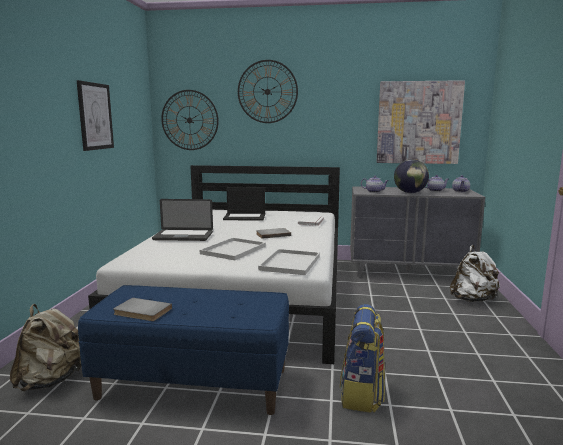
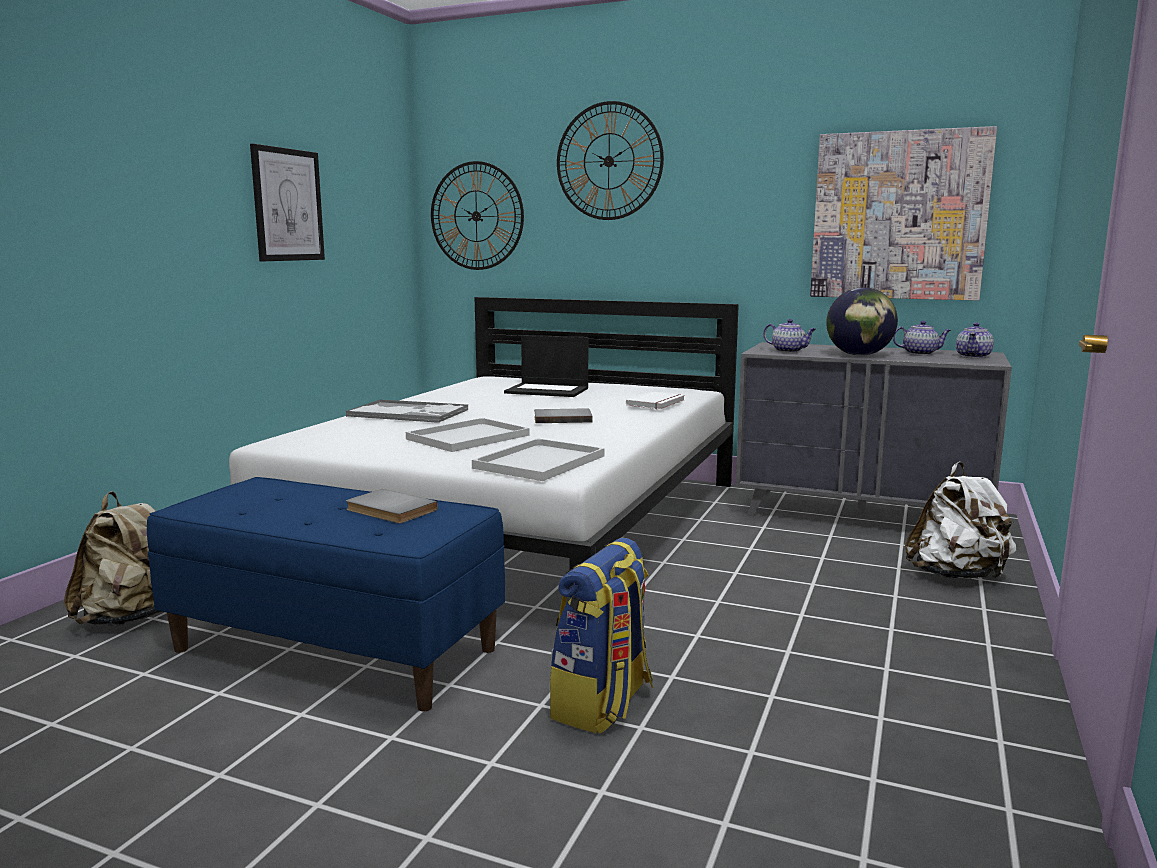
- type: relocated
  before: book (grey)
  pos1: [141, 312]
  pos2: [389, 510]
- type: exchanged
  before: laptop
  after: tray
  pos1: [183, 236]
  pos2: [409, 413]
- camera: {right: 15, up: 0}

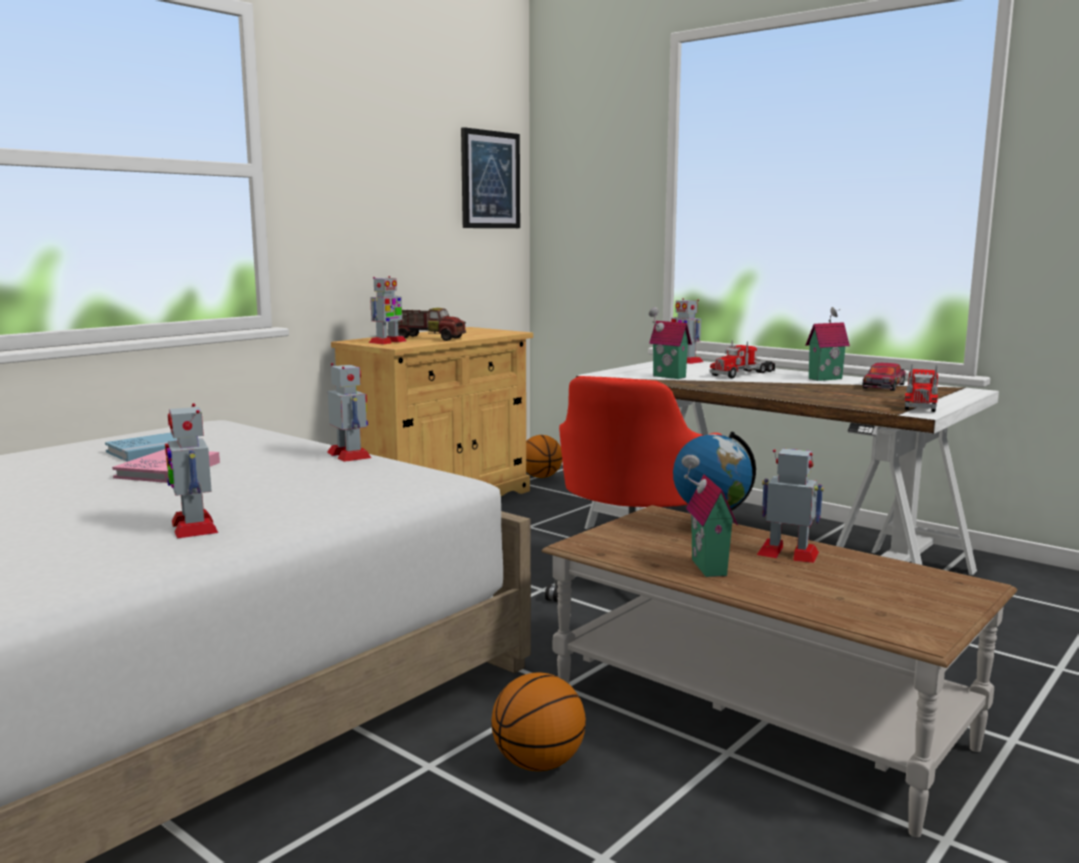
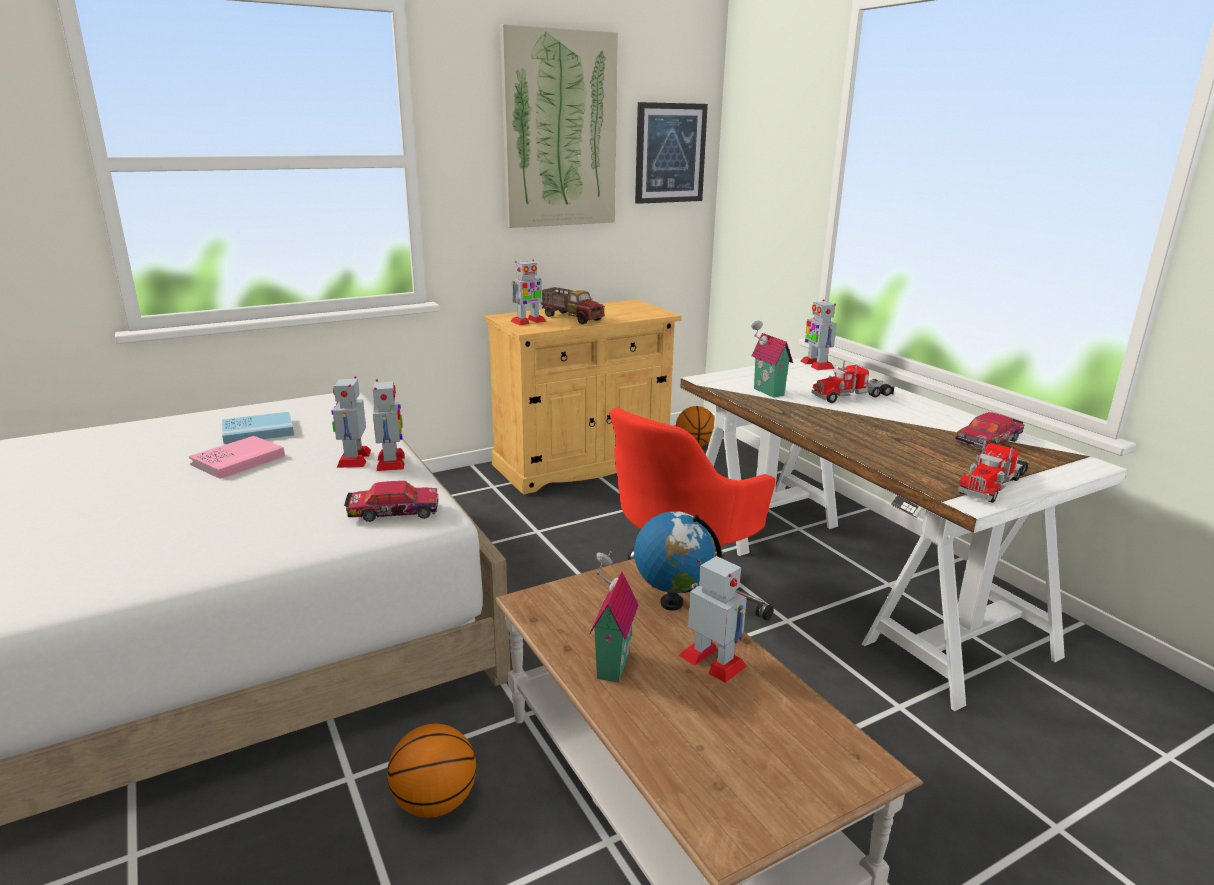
- type: missing
  before: toy house
  pos1: [824, 378]
- type: appeared
  after: toy car
  pos2: [393, 512]
- type: appeared
  after: picture
  pos2: [560, 130]
- type: relocated
  before: toy robot
  pos1: [193, 527]
  pos2: [354, 458]
- camera: {right: 20, up: 10}

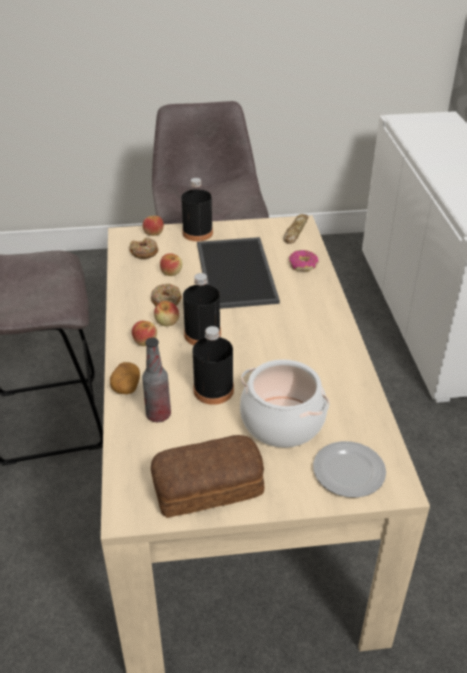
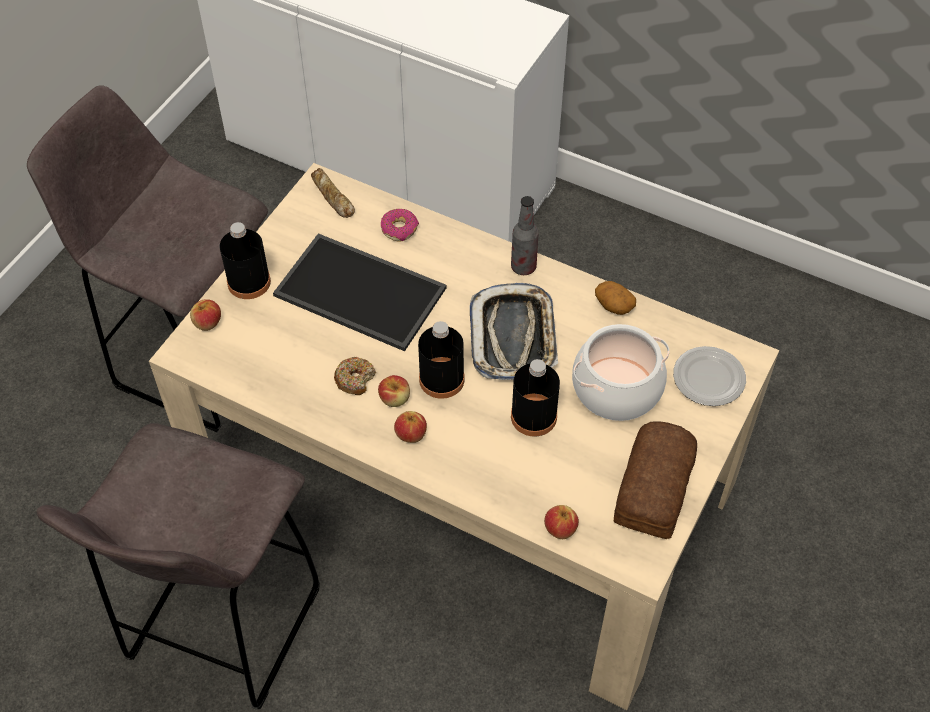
- type: missing
  before: donut
  pos1: [144, 252]
- type: appeared
  after: tray
  pos2: [514, 337]
- type: relocated
  before: potato
  pos1: [125, 386]
  pos2: [613, 305]
- type: relocated
  before: bottle
  pos1: [158, 415]
  pos2: [523, 267]
- type: relocated
  before: apple
  pos1: [171, 272]
  pos2: [560, 528]
- camera: {right: -55, up: 15}

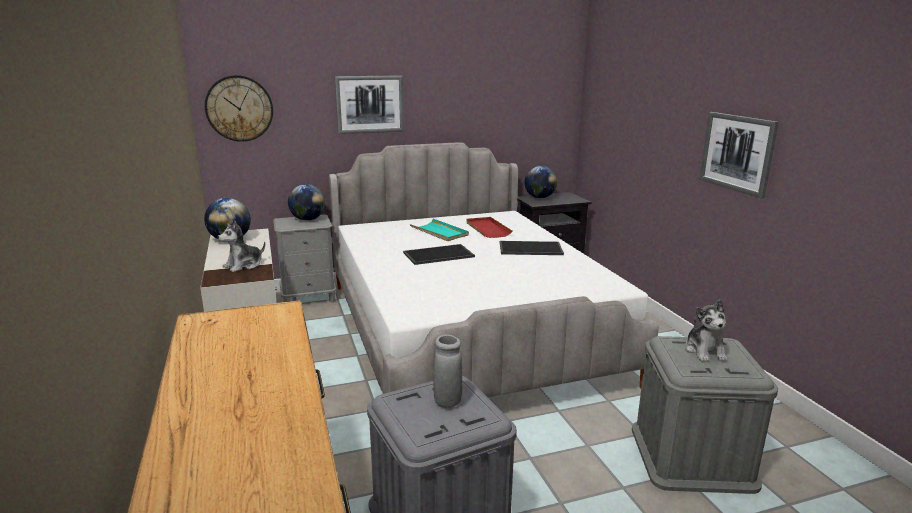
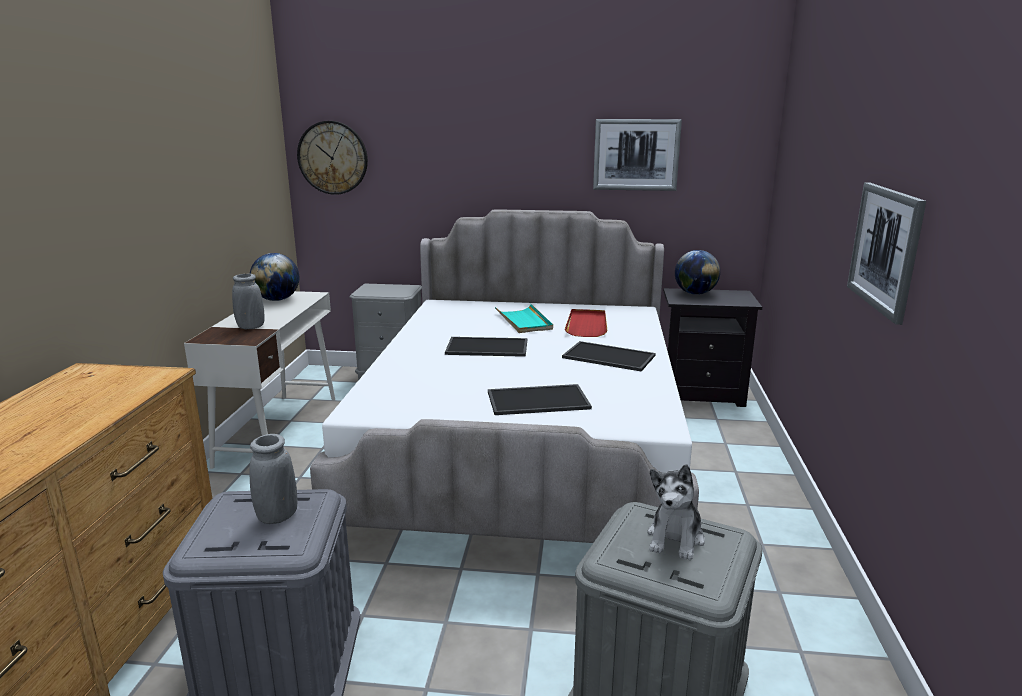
- type: missing
  before: globe
  pos1: [308, 219]
- type: appeared
  after: tray
  pos2: [538, 399]
- type: relocated
  before: picture
  pos1: [370, 104]
  pos2: [636, 155]
- type: exchanged
  before: plush toy
  after: vase (grey)
  pos1: [244, 265]
  pos2: [251, 327]
- camera: {right: 25, up: 0}

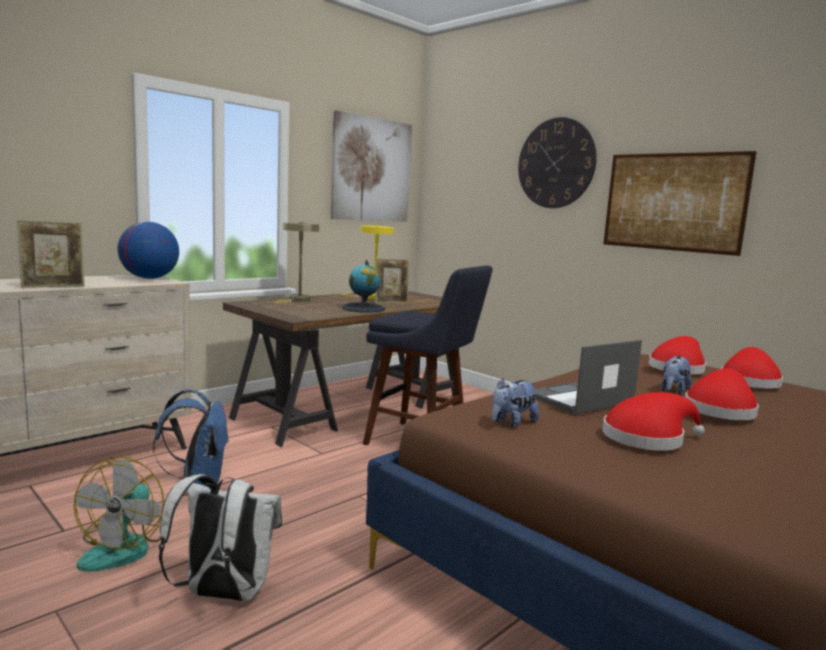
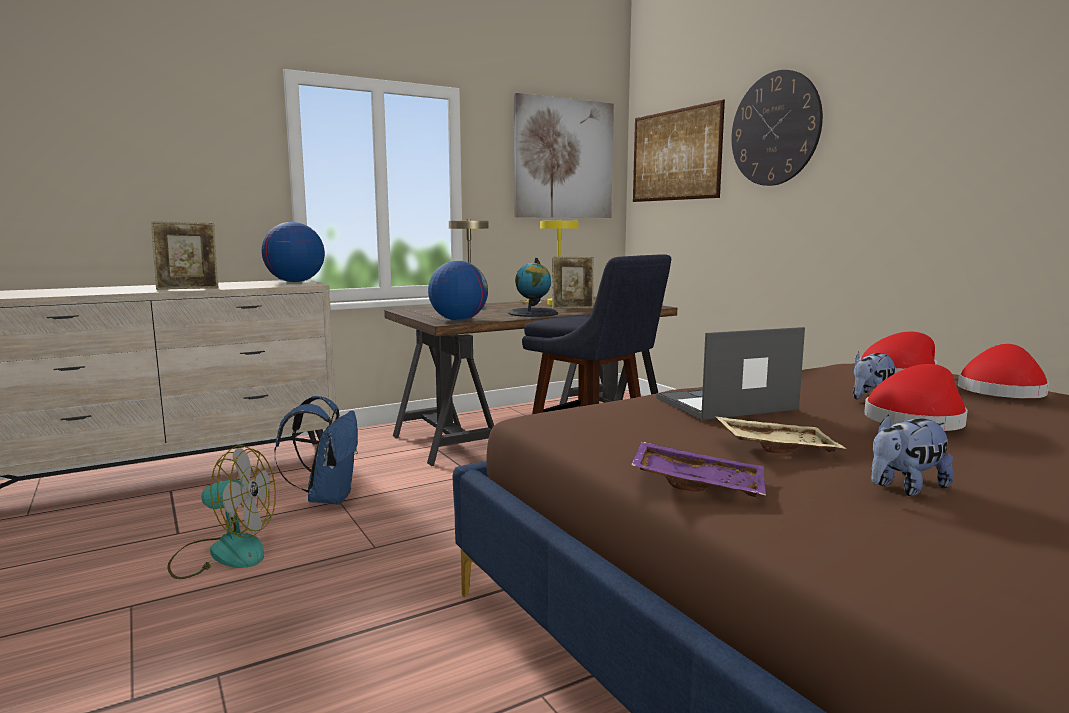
- type: missing
  before: backpack (white)
  pos1: [223, 594]
- type: appeared
  after: globe
  pos2: [458, 320]
- type: appeared
  after: tray (purple)
  pos2: [698, 483]
- type: relocated
  before: plush toy
  pos1: [512, 423]
  pos2: [905, 488]
- type: relocated
  before: picture
  pos1: [673, 202]
  pos2: [675, 155]
- type: exchanged
  before: hat (red)
  after: tray (beige)
  pos1: [647, 438]
  pos2: [776, 447]
- type: spun
  before: fan
  pos1: [124, 547]
  pos2: [223, 553]
  turn: -105
- camera: {right: 15, up: 0}

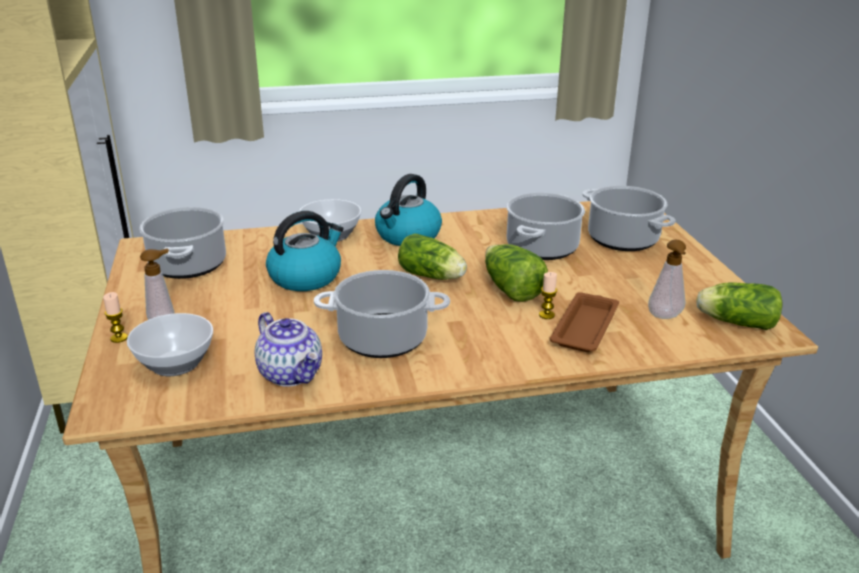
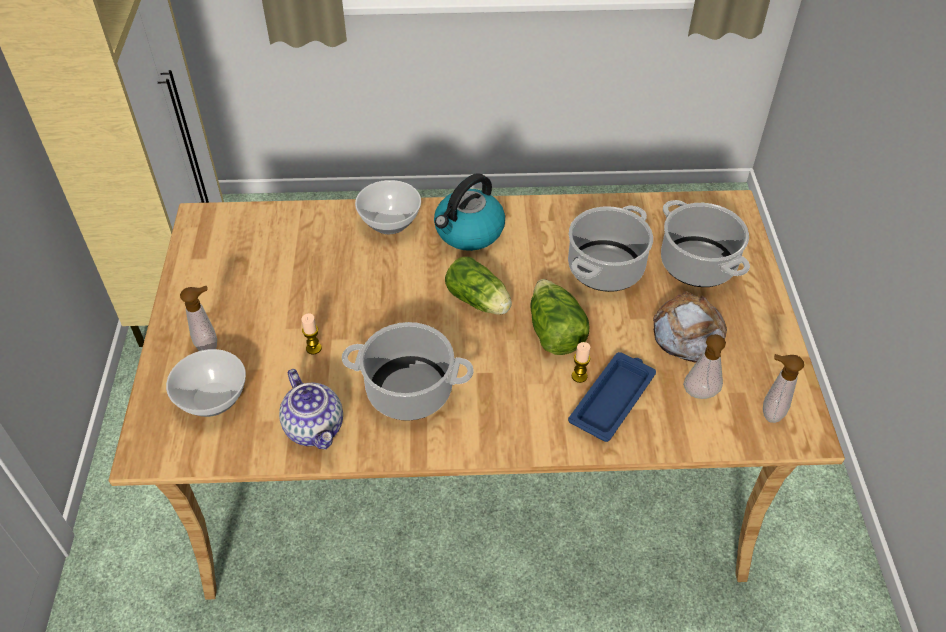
- type: missing
  before: cooking pot
  pos1: [189, 265]
- type: missing
  before: kettle
  pos1: [306, 276]
- type: appeared
  after: bread
  pos2: [687, 333]
- type: relocated
  before: candle
  pos1: [119, 338]
  pos2: [313, 348]
- type: exchanged
  before: lettuce
  after: soap dispenser
  pos1: [734, 322]
  pos2: [769, 412]
- type: colour
  before: tray (brown)
  after: tray (blue)
  pos1: [585, 327]
  pos2: [613, 399]
- camera: {right: 10, up: 20}

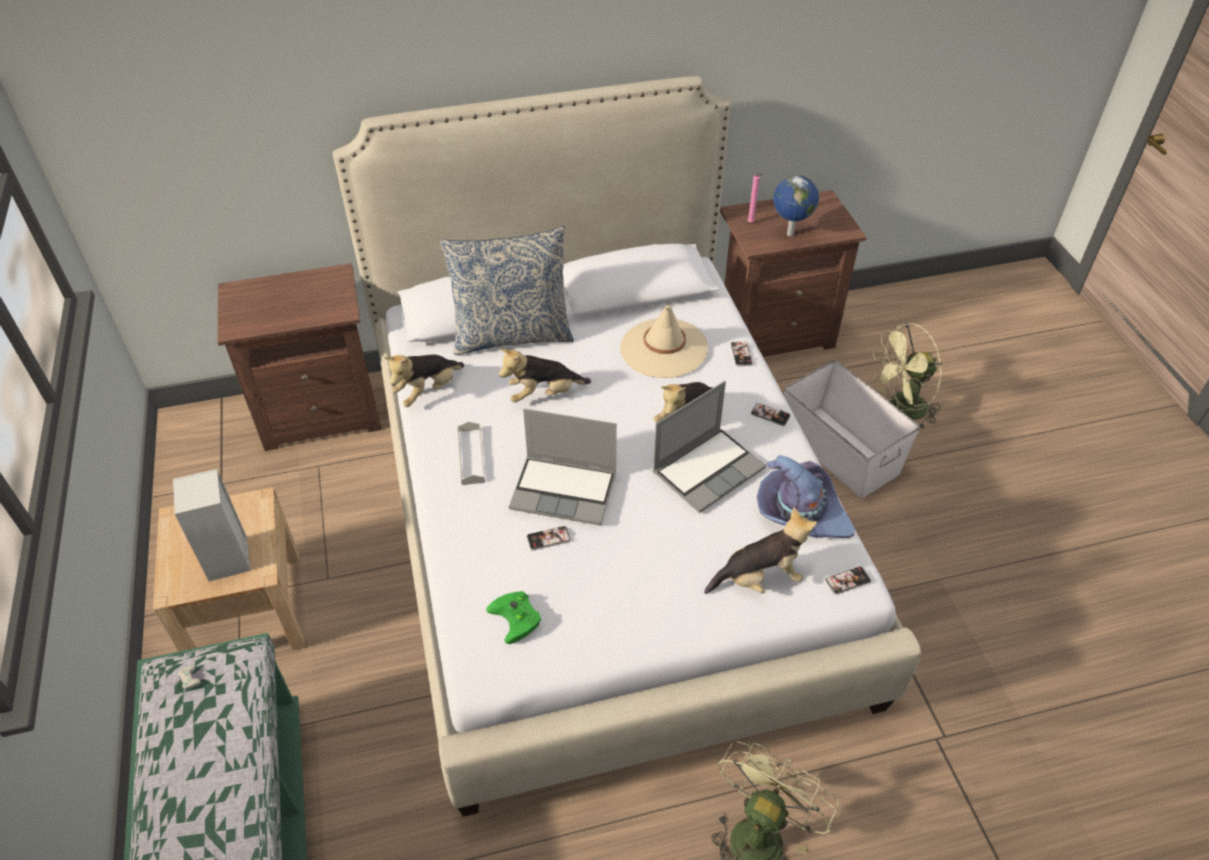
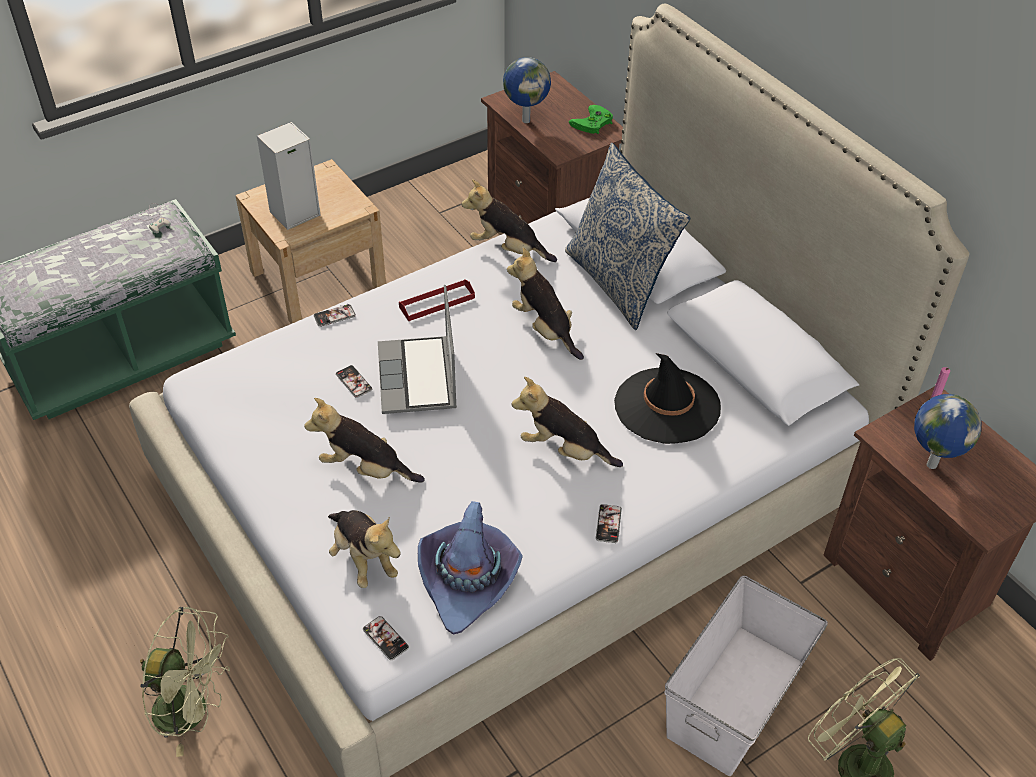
- type: missing
  before: laptop
  pos1: [708, 469]
- type: appeared
  after: plush toy
  pos2: [365, 468]
- type: appeared
  after: globe
  pos2: [526, 120]
- type: relocated
  before: game controller (green)
  pos1: [518, 618]
  pos2: [592, 123]
- type: relocated
  before: phone
  pos1: [741, 354]
  pos2: [334, 316]
- type: colour
  before: tray (grey)
  after: tray (red)
  pos1: [471, 456]
  pos2: [437, 302]
- type: colour
  before: hat (beige)
  after: hat (black)
  pos1: [663, 348]
  pos2: [667, 406]
- camera: {right: 70, up: 0}

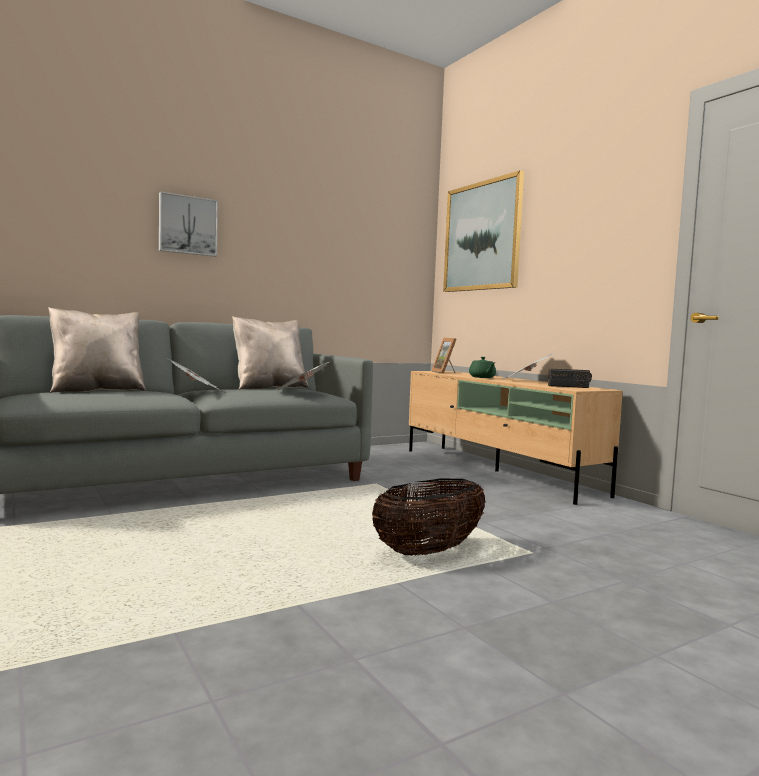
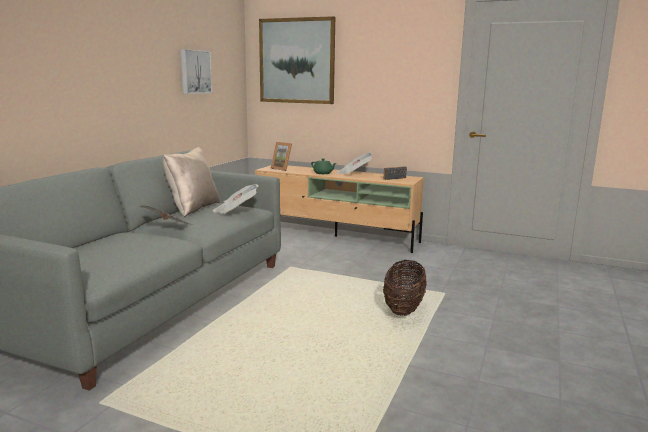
- type: missing
  before: pillow (beige)
  pos1: [97, 390]
- type: relocated
  before: picture
  pos1: [187, 225]
  pos2: [195, 72]
- camera: {right: -35, up: 10}

